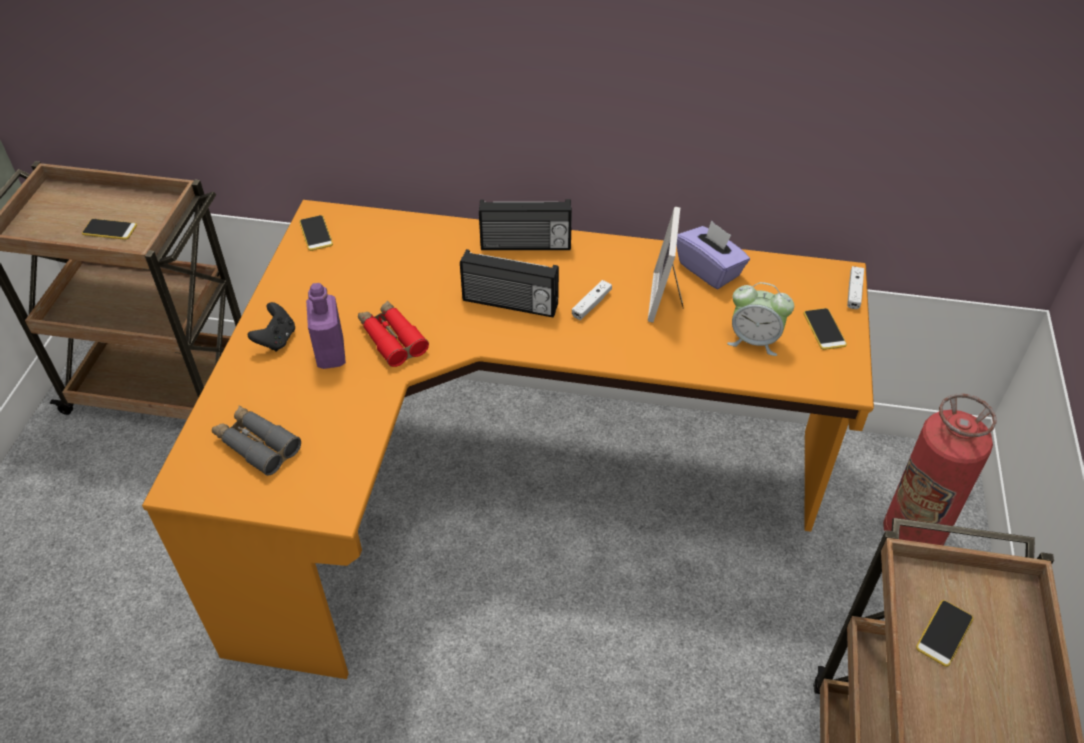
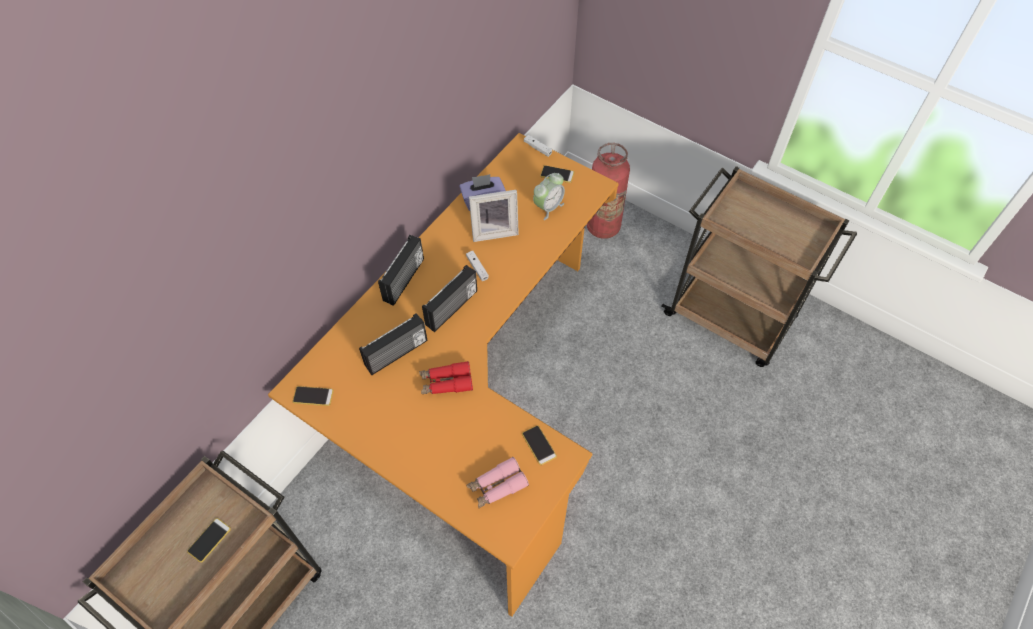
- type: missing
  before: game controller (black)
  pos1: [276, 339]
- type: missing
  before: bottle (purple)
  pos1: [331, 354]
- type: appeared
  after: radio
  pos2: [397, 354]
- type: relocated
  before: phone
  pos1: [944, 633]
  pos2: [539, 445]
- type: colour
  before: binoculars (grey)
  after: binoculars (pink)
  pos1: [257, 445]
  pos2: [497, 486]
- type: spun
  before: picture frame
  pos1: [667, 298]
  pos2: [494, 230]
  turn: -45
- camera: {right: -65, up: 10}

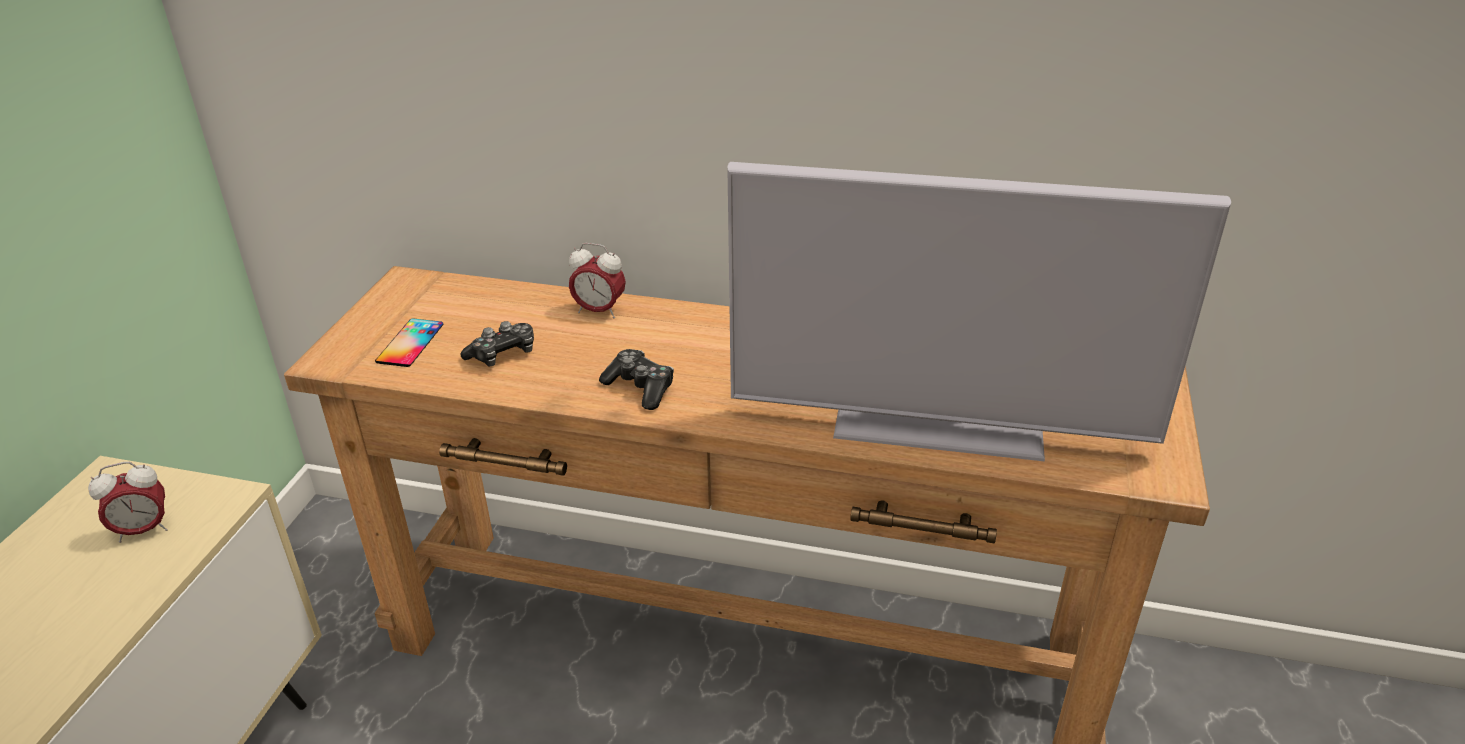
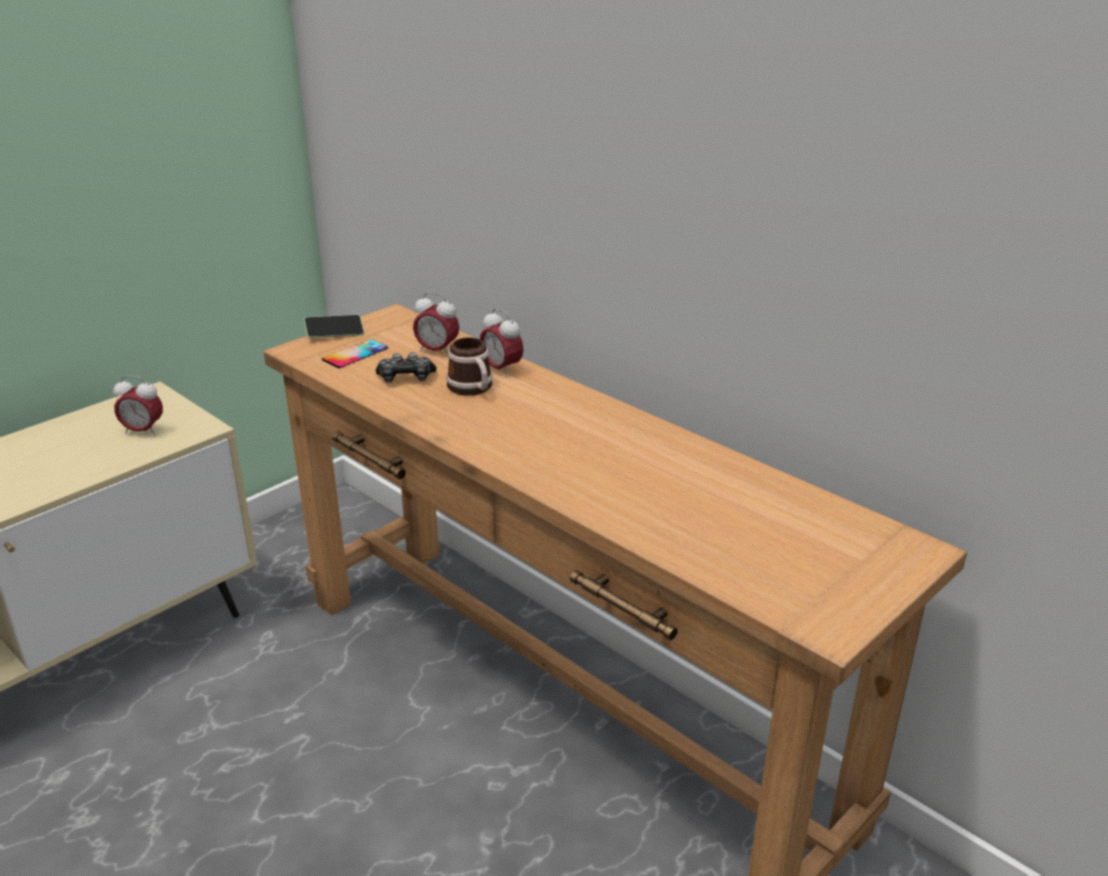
- type: missing
  before: game controller
  pos1: [640, 388]
- type: missing
  before: television
  pos1: [938, 426]
- type: appeared
  after: phone
  pos2: [335, 334]
- type: appeared
  after: alarm clock
  pos2: [437, 351]
- type: appeared
  after: mug
  pos2: [473, 389]
- camera: {right: 30, up: -5}

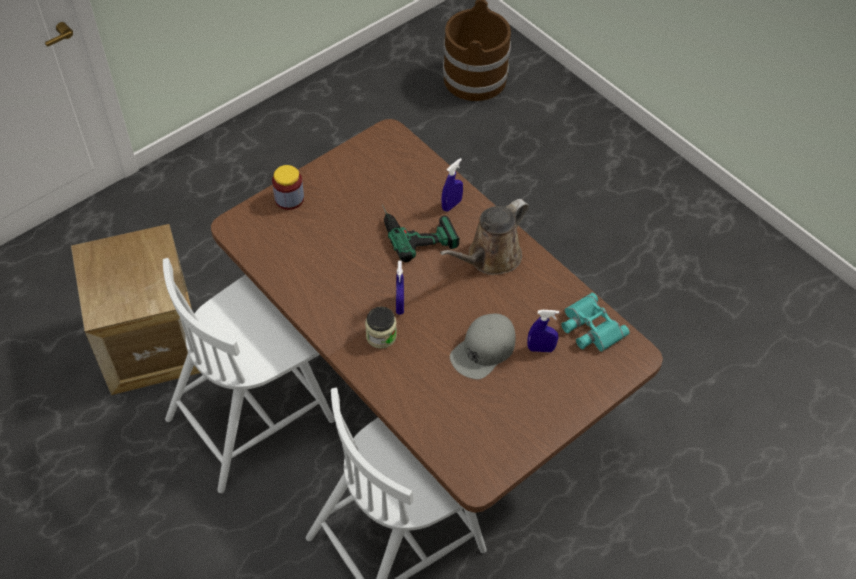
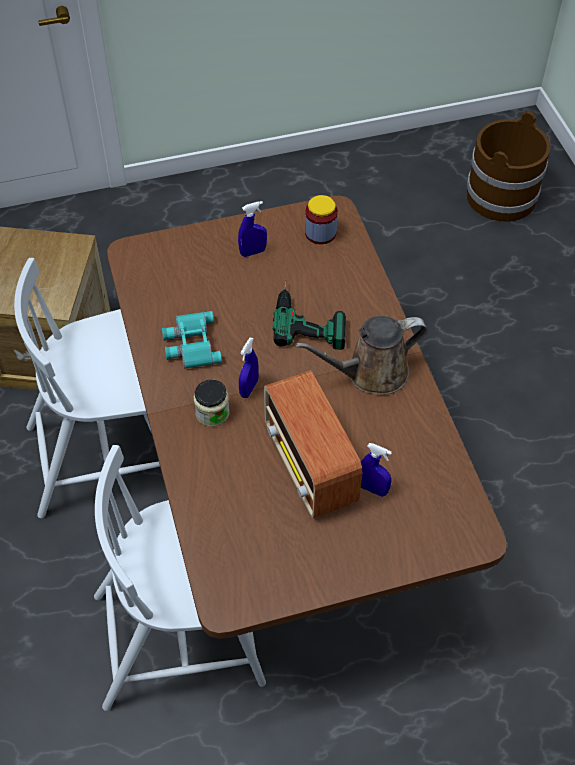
- type: relocated
  before: jar
  pos1: [289, 198]
  pos2: [320, 233]
- type: relocated
  before: spray bottle (blue)
  pos1: [451, 205]
  pos2: [253, 252]
- type: relocated
  before: binoculars (turquoise)
  pos1: [590, 328]
  pos2: [190, 344]
- type: exchanged
  before: cap (grey)
  after: radio
  pos1: [483, 350]
  pos2: [310, 467]
- camera: {right: 25, up: 0}

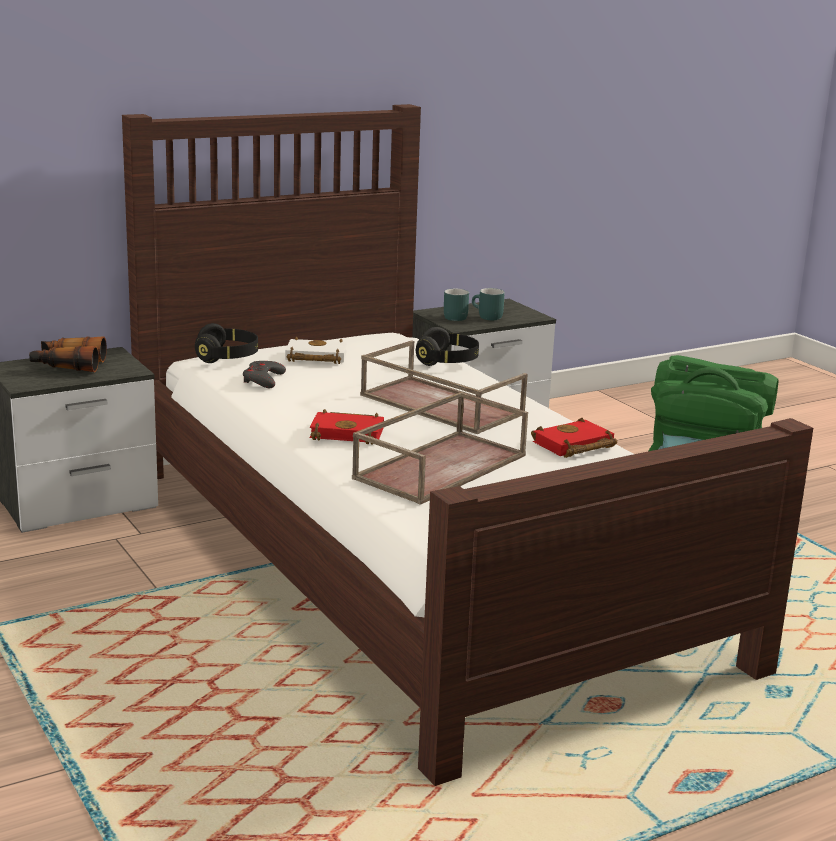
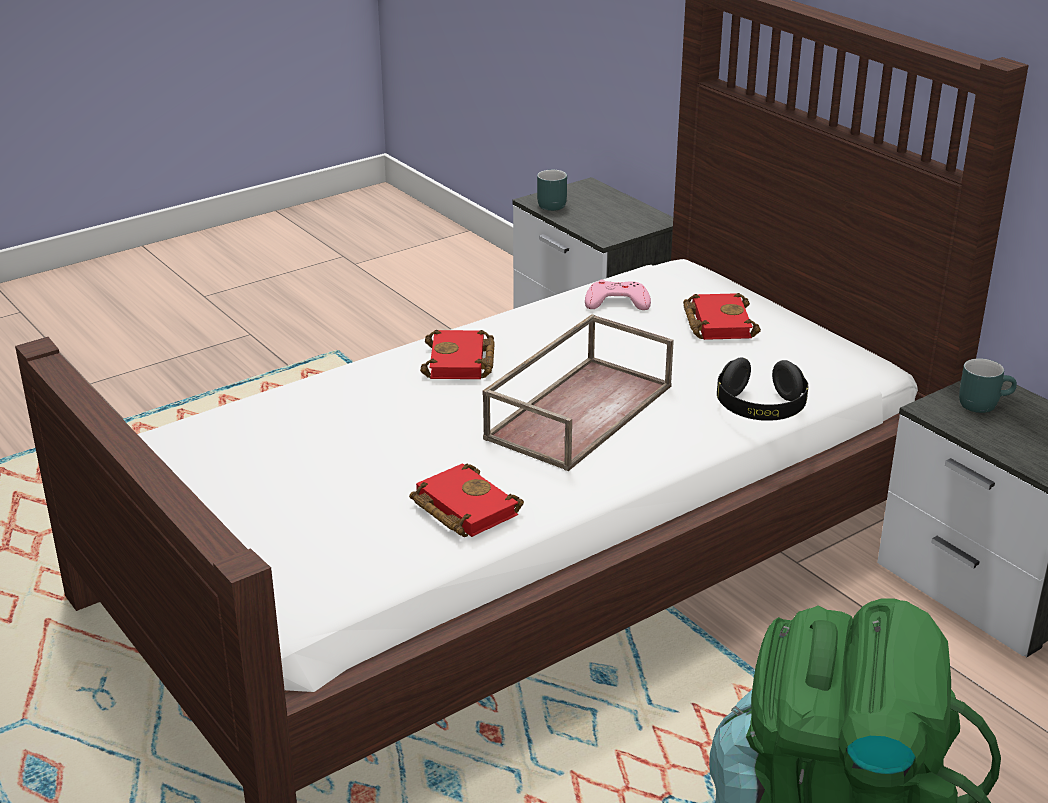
- type: missing
  before: binoculars
  pos1: [68, 365]
- type: missing
  before: headphones (black)
  pos1: [227, 357]
- type: missing
  before: tray (brown)
  pos1: [440, 466]
- type: relocated
  before: mug (turquoise)
  pos1: [486, 317]
  pos2: [552, 203]
- type: colour
  before: game controller (grey)
  after: game controller (pink)
  pos1: [263, 379]
  pos2: [617, 302]
- type: colour
  before: book (white)
  after: book (red)
  pos1: [314, 357]
  pos2: [716, 322]
- camera: {right: 85, up: 10}

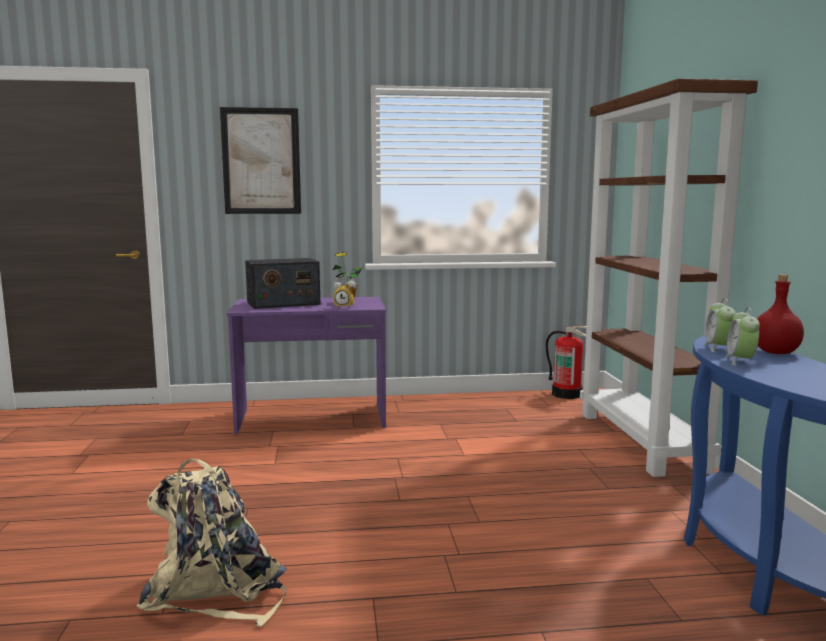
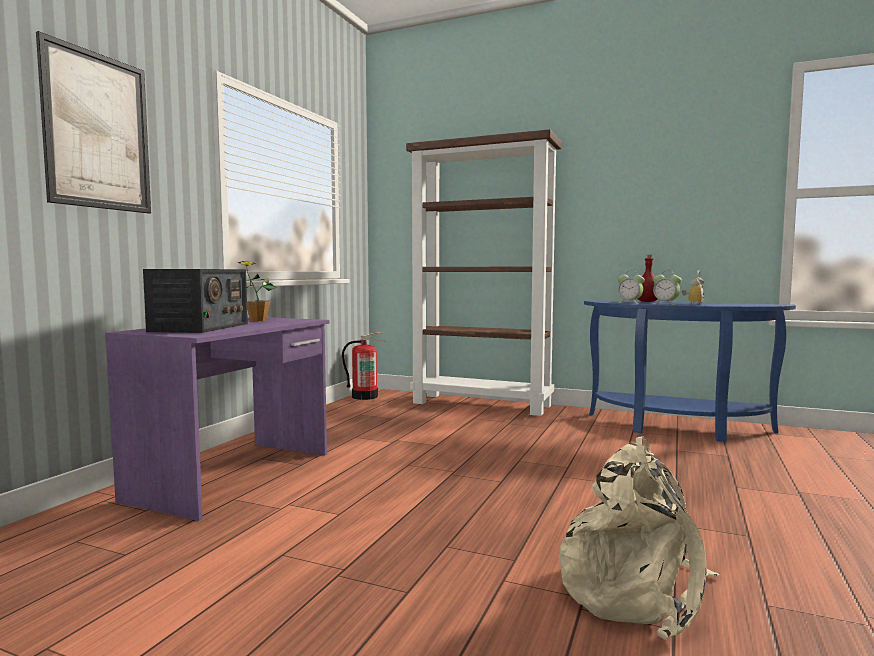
- type: relocated
  before: alarm clock
  pos1: [345, 307]
  pos2: [692, 304]
- camera: {right: -60, up: -5}

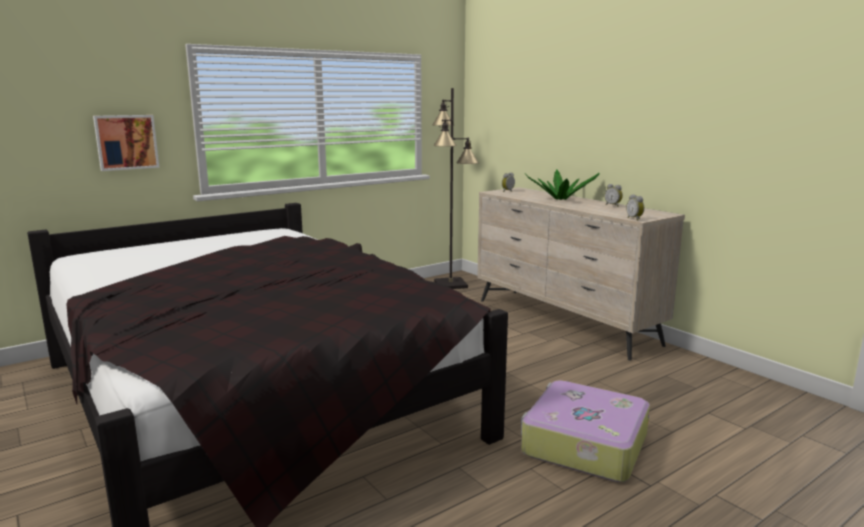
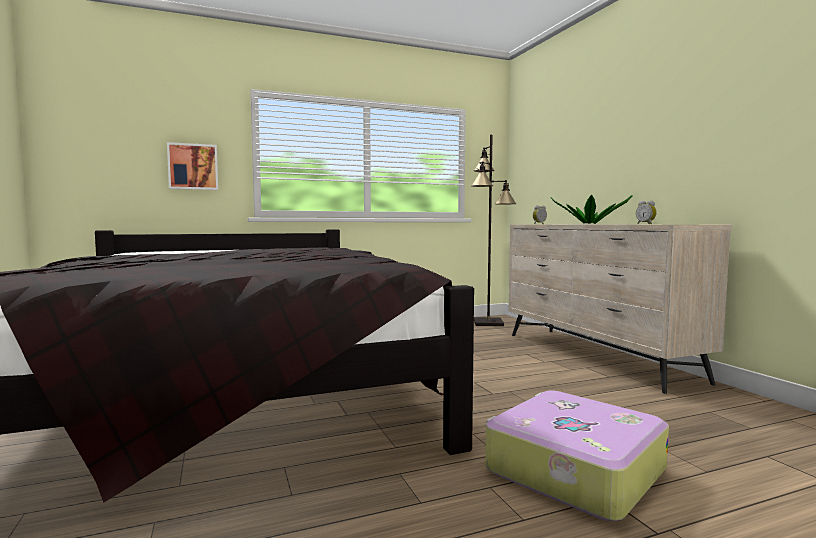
- type: missing
  before: alarm clock
  pos1: [635, 219]
- camera: {right: 15, up: -10}

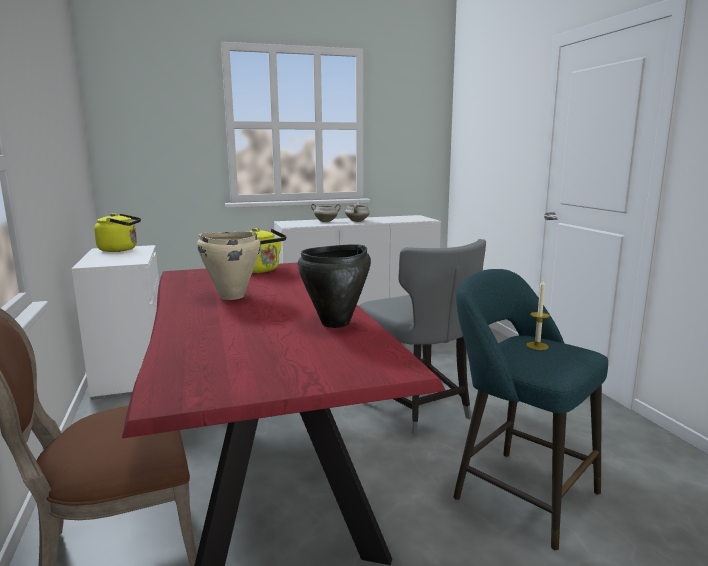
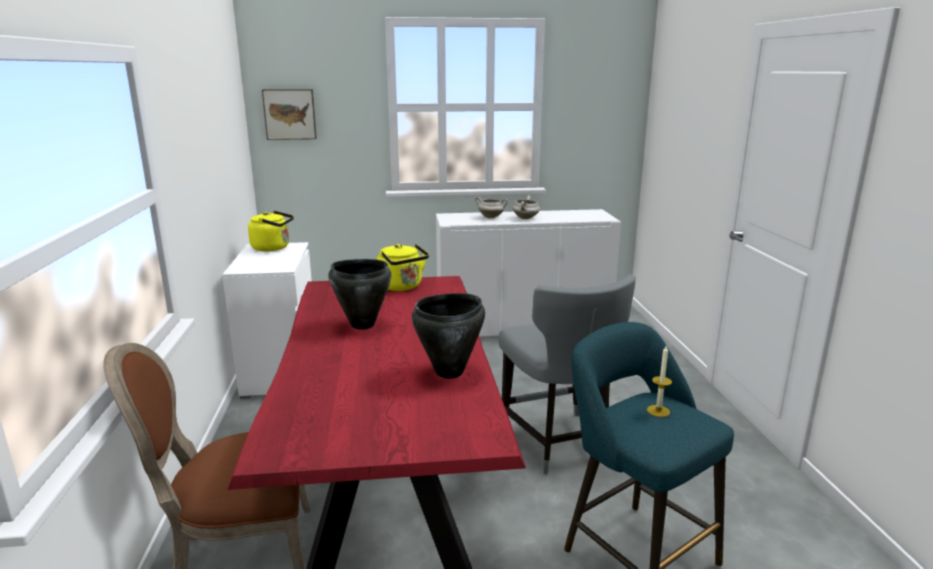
- type: appeared
  after: picture
  pos2: [290, 114]
- type: colour
  before: cooking pot (beige)
  after: cooking pot (black)
  pos1: [231, 296]
  pos2: [362, 324]
- camera: {right: 10, up: 5}

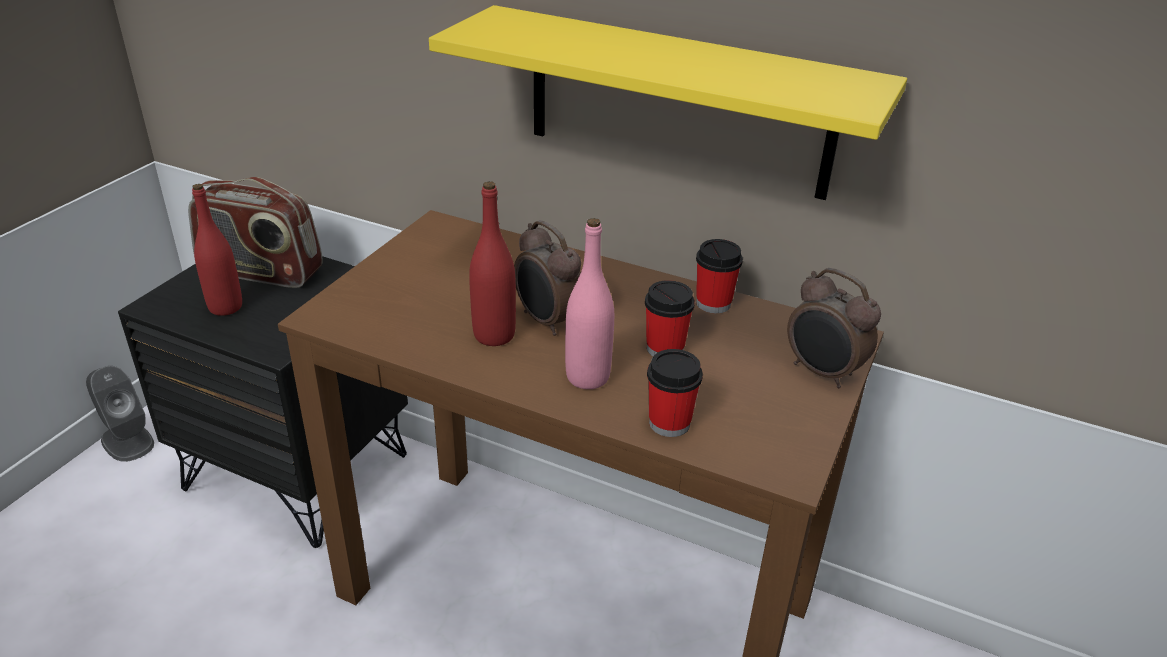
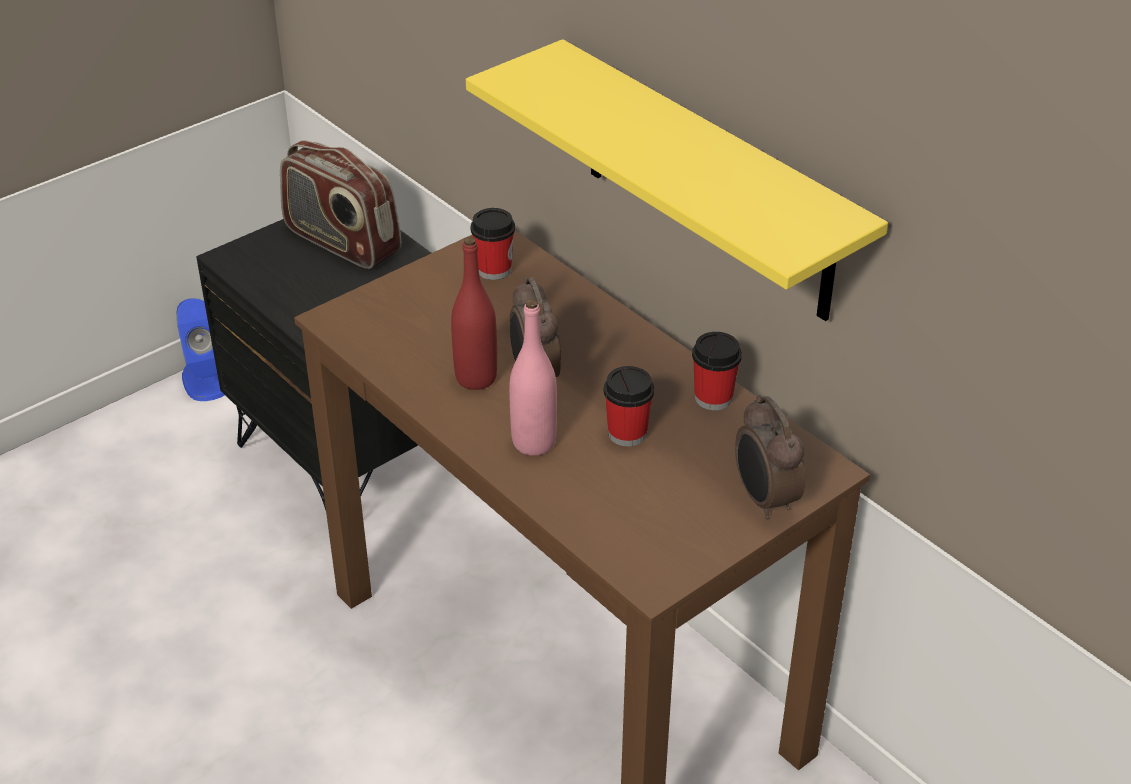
- type: missing
  before: bottle (red)
  pos1: [225, 307]
- type: relocated
  before: cup
  pos1: [669, 423]
  pos2: [494, 270]
- type: colour
  before: speaker (grey)
  after: speaker (blue)
  pos1: [127, 441]
  pos2: [206, 379]
- camera: {right: 25, up: 5}

